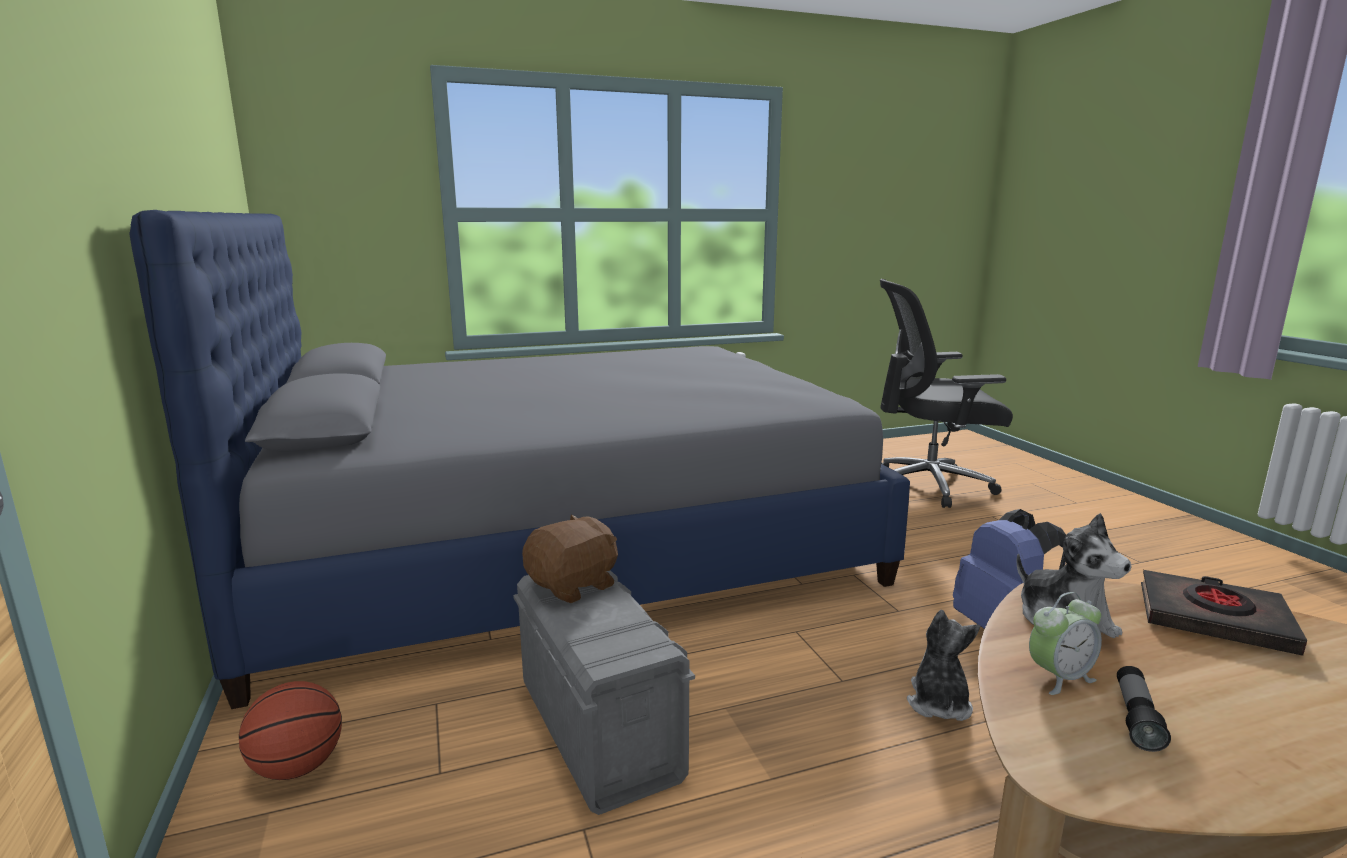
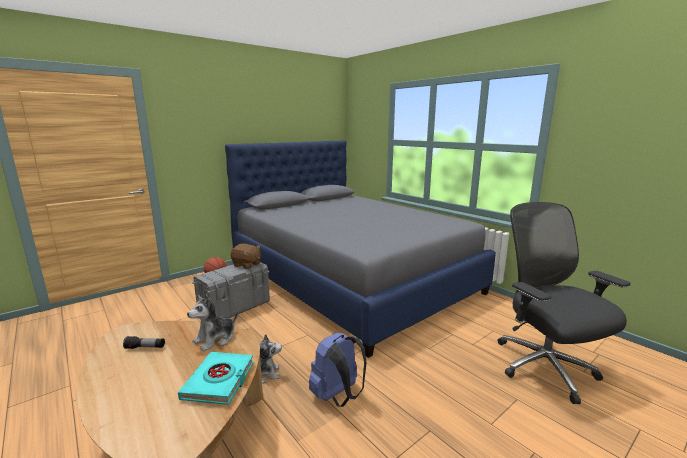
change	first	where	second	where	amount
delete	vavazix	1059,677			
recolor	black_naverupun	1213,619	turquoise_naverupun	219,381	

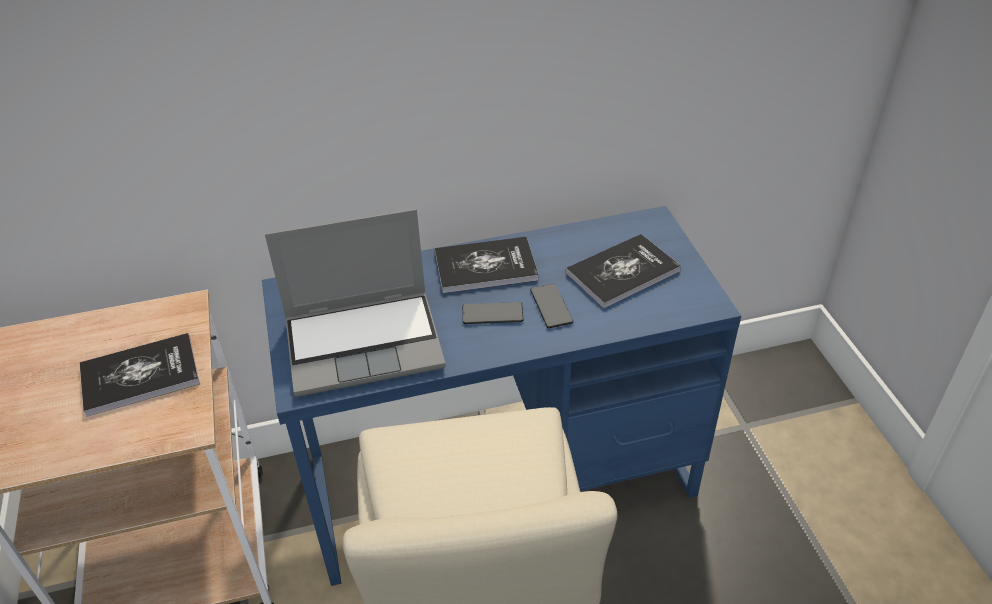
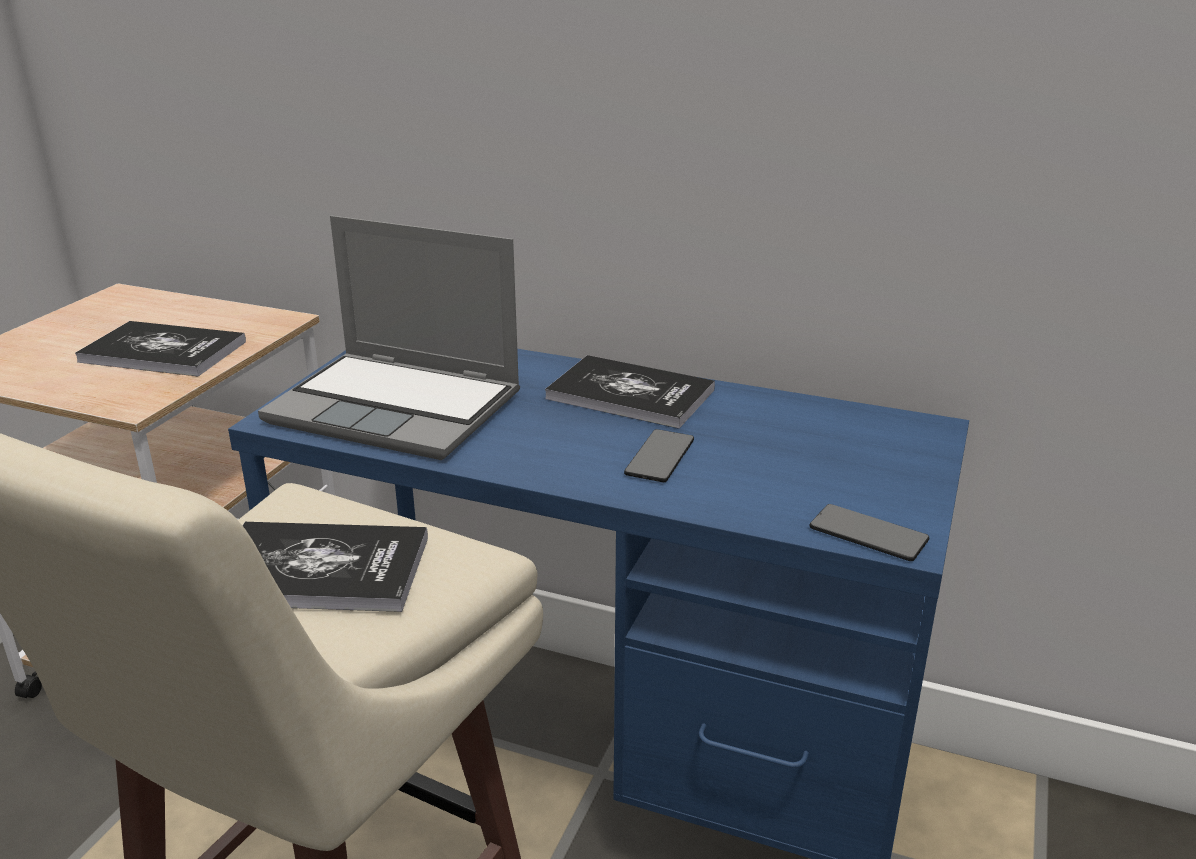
change	first	where	second	where	amount
move	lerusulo	492,314		868,534	
move	naverupun	622,272		320,570	

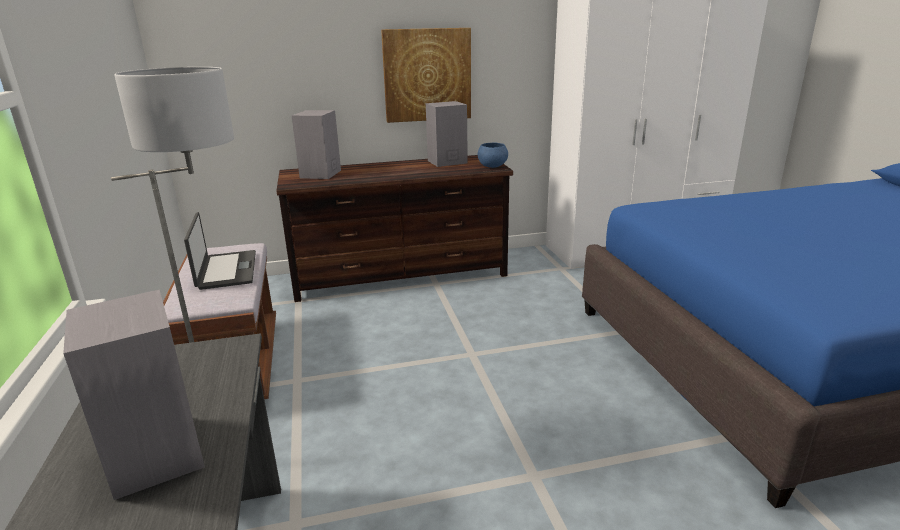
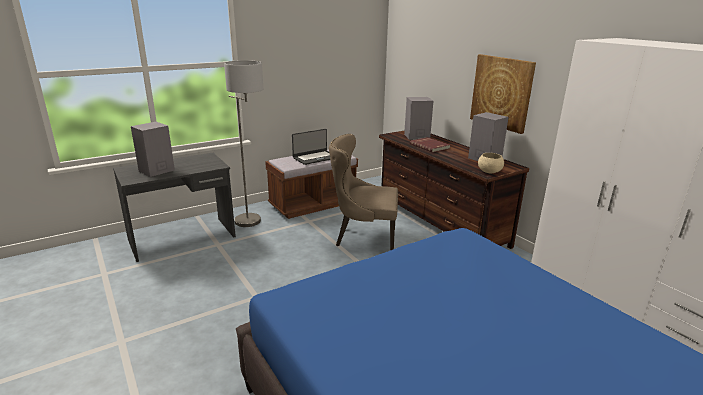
change	first	where	second	where	amount
recolor	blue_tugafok	492,166	beige_tugafok	489,172	
insert			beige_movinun	363,238	
insert			red_naverupun	430,146	

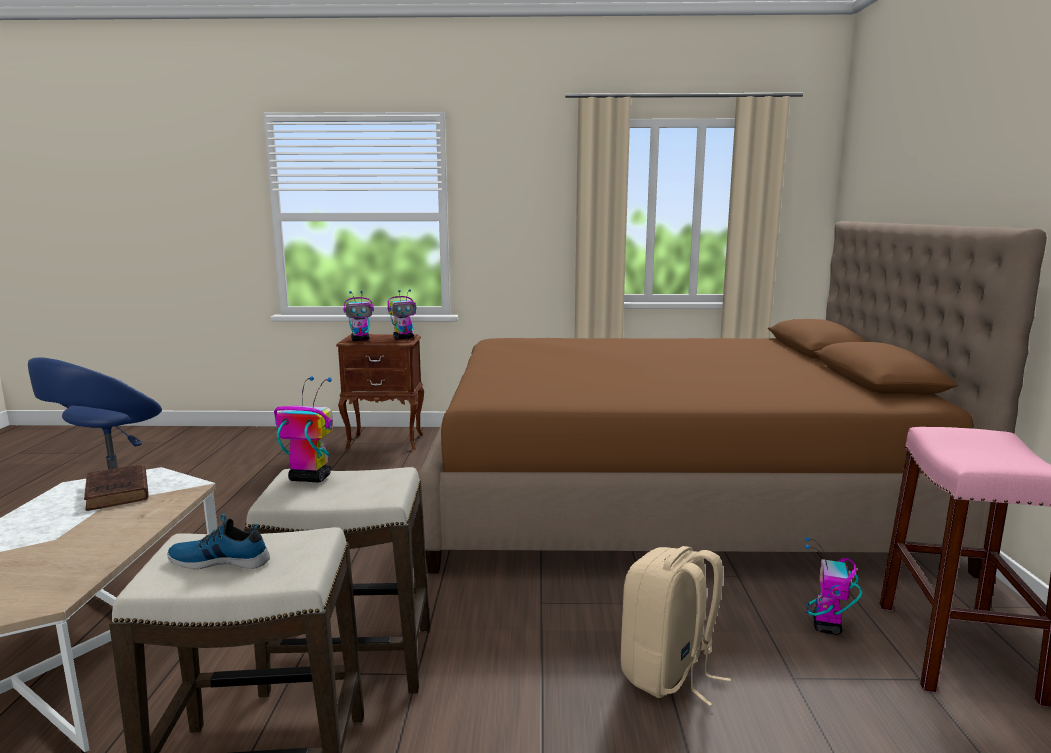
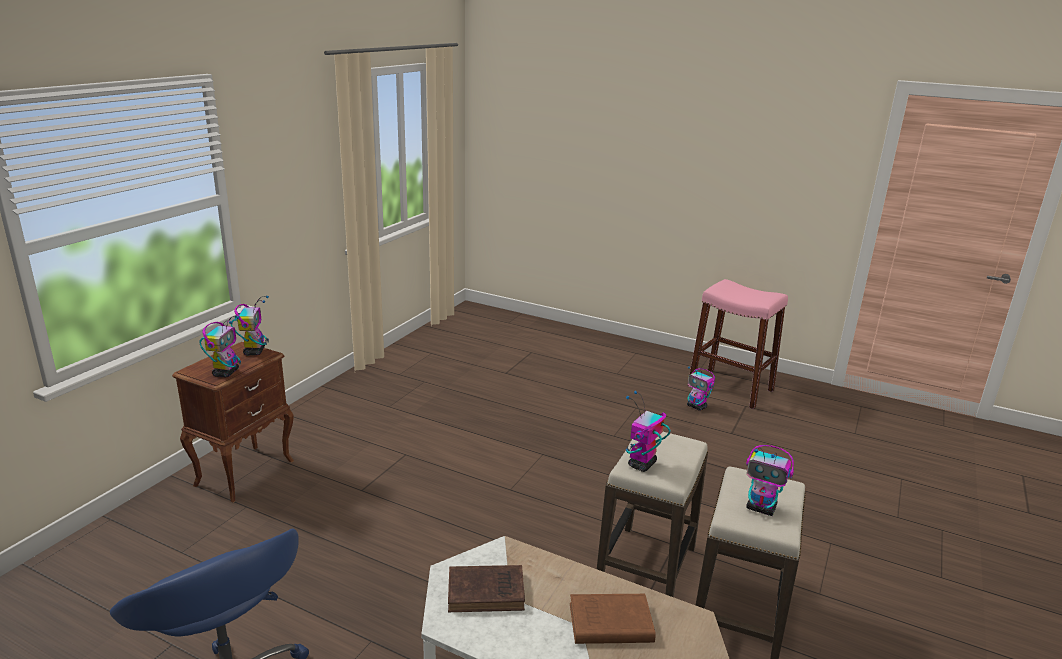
change	first	where	second	where	amount
replace	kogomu	220,560	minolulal	761,508	
delete	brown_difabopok	670,497			
delete	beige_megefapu	668,674			
insert			brown_naverupun	608,623	

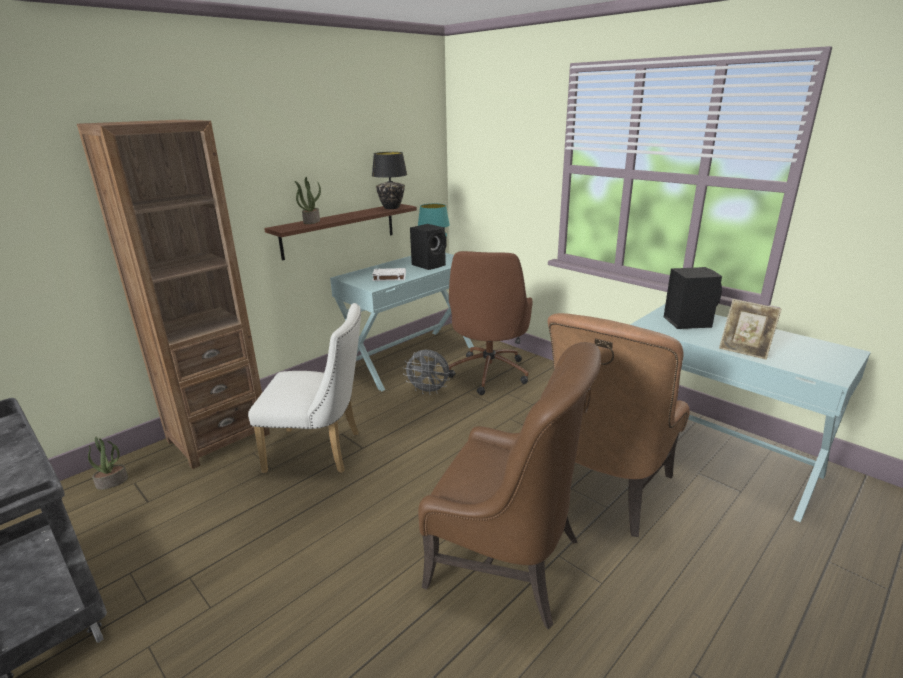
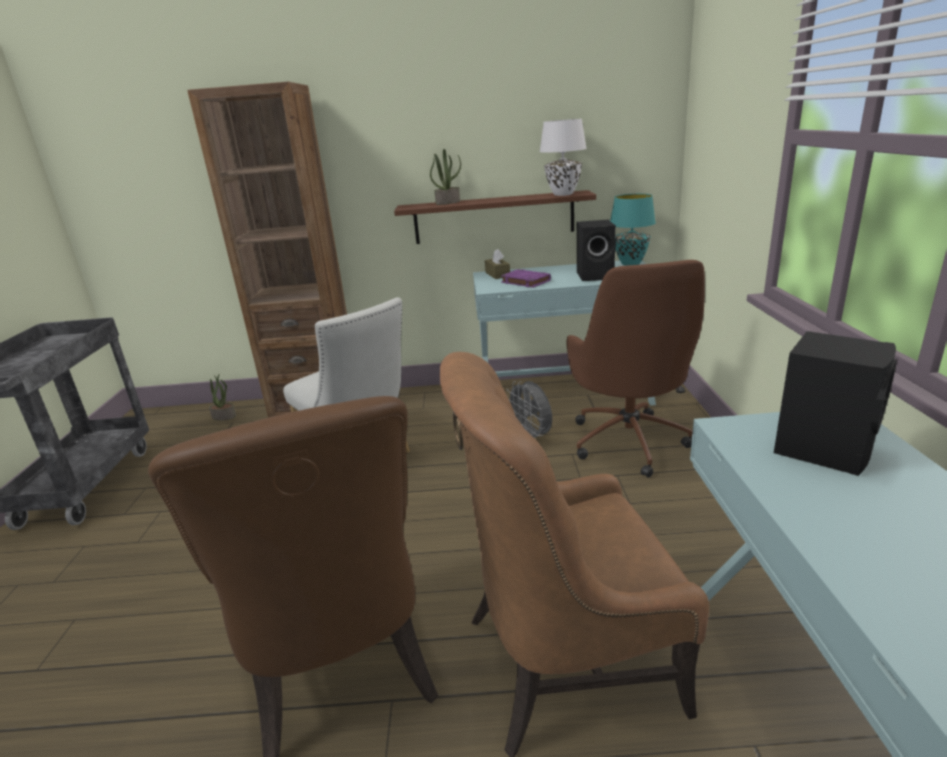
change	first	where	second	where	amount
recolor	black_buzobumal	392,208	white_buzobumal	563,194	
recolor	white_naverupun	389,277	purple_naverupun	525,281	
rotate	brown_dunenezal	489,374		628,442	60 degrees counterclockwise
delete	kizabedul	744,351			
insert			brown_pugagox	497,274	

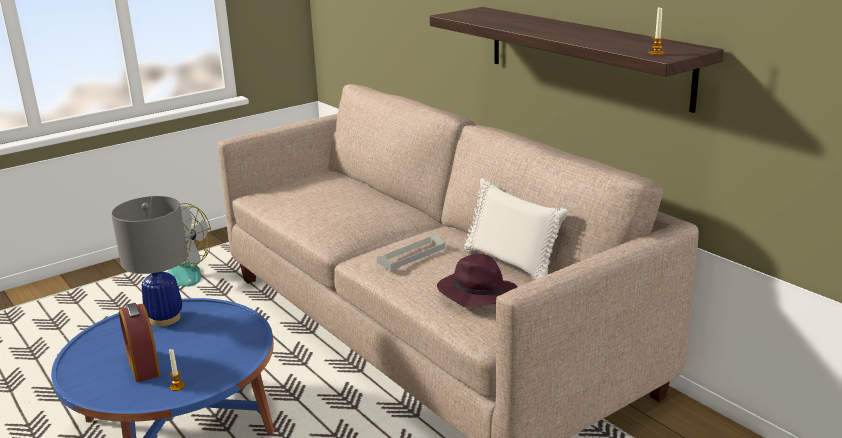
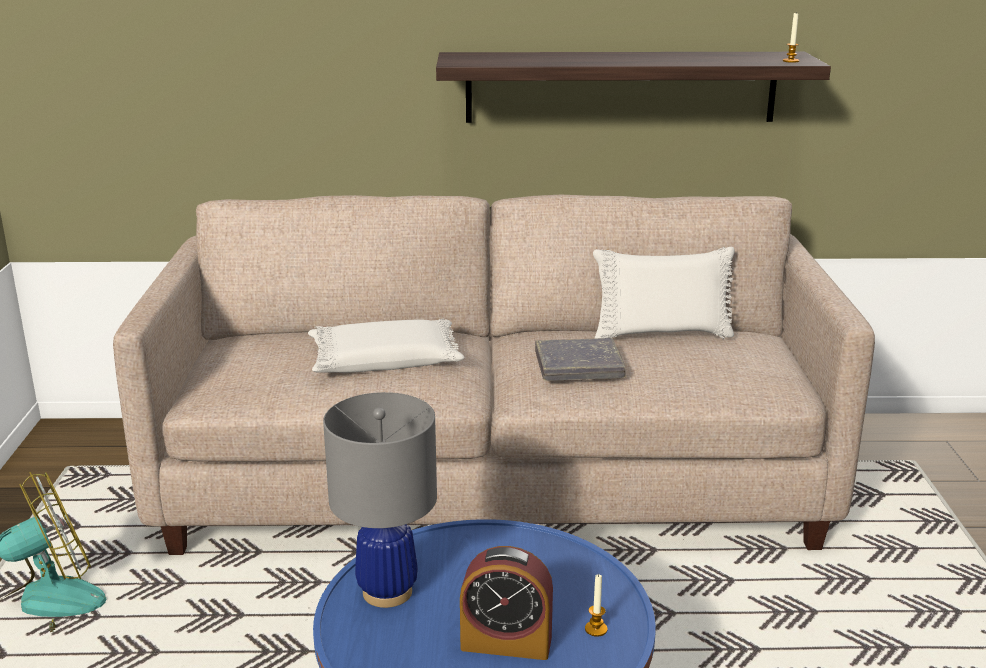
change	first	where	second	where	amount
replace	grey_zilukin	411,255	grey_naverupun	578,366	
delete	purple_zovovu	476,293			
insert			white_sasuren	385,356	

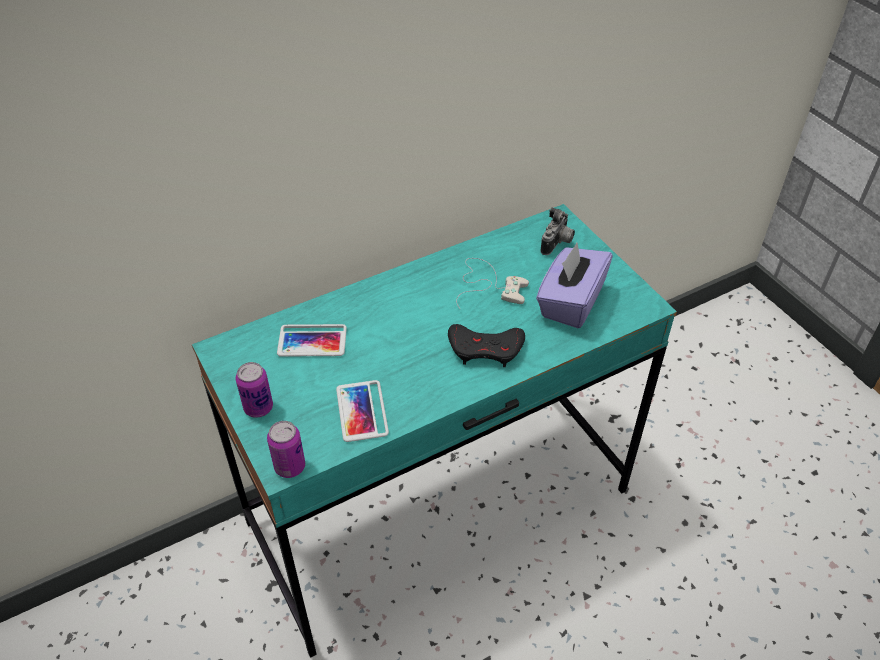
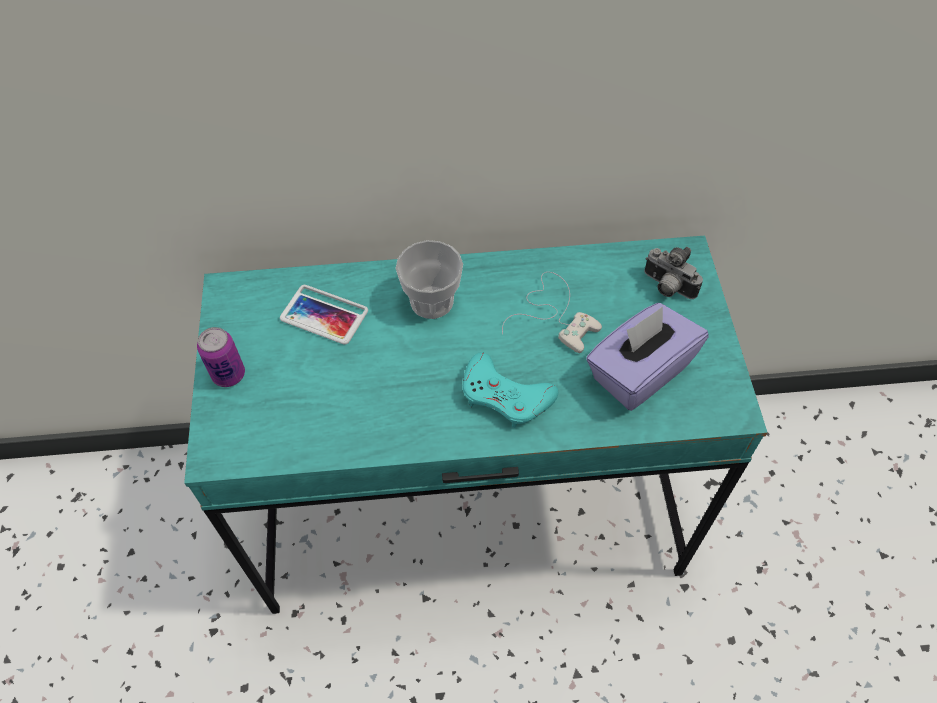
change	first	where	second	where	amount
delete	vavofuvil	290,466			
delete	lerusulo	362,411			
recolor	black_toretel	485,349	turquoise_toretel	505,396	
rotate	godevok	557,244		667,287	75 degrees clockwise
insert			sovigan	432,301	

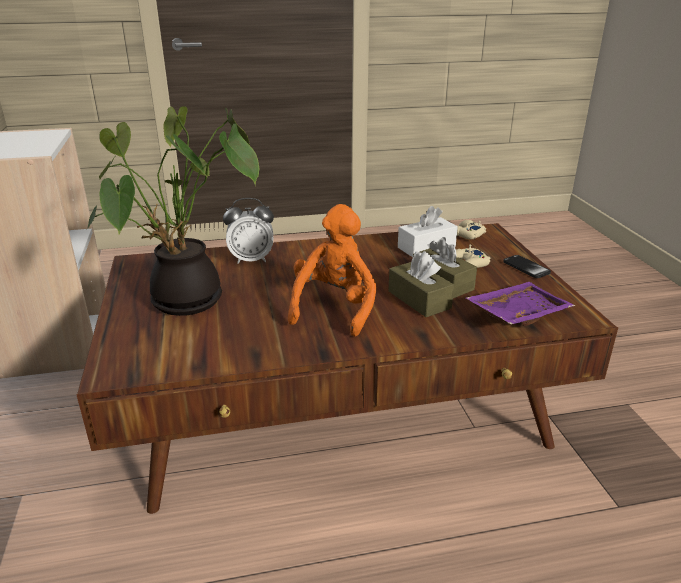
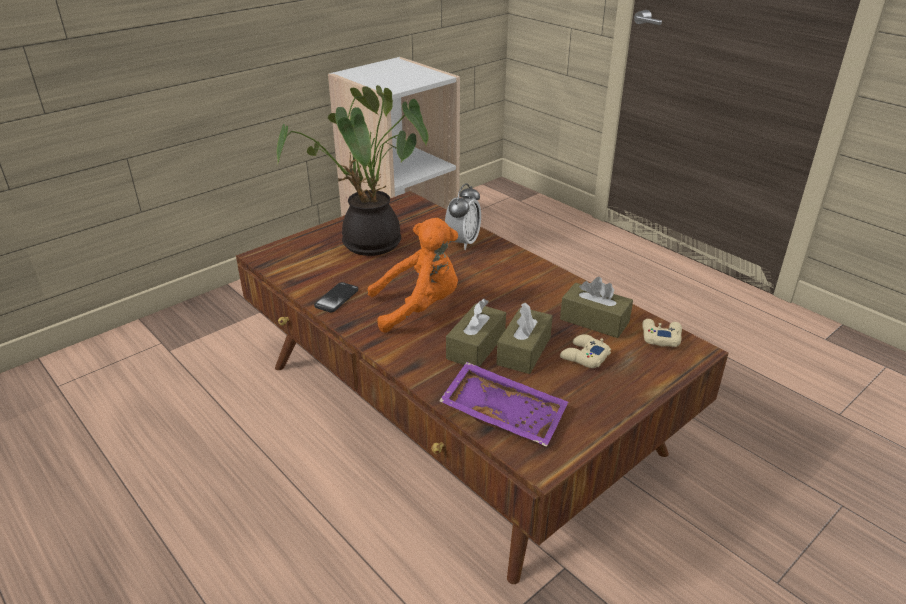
change	first	where	second	where	amount
rotate	vavazix	251,259		463,242	120 degrees counterclockwise
recolor	white_pugagox	426,247	brown_pugagox	594,320	
move	lerusulo	526,267		336,298	

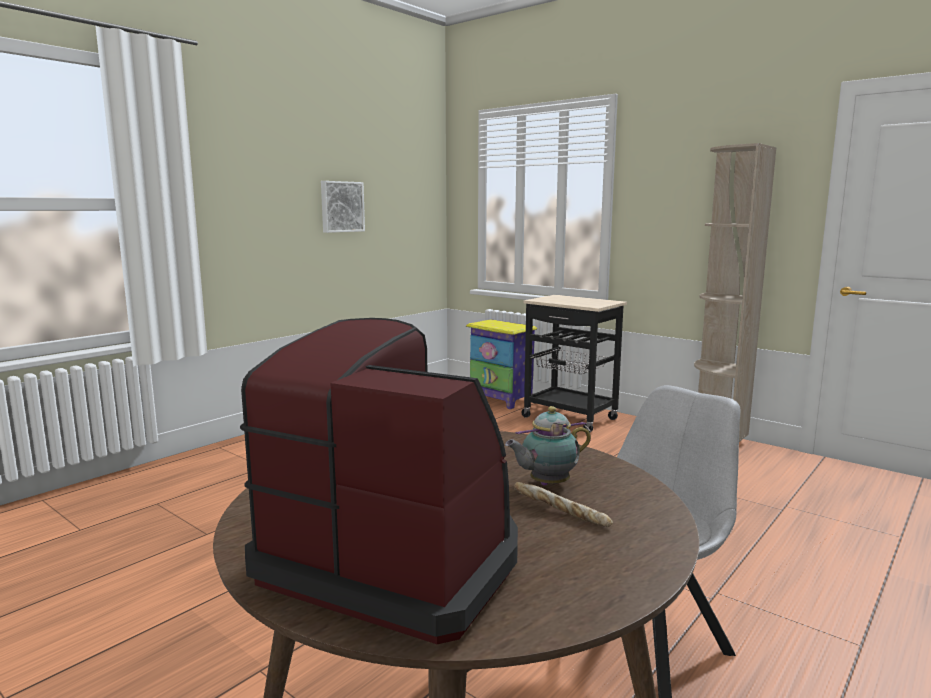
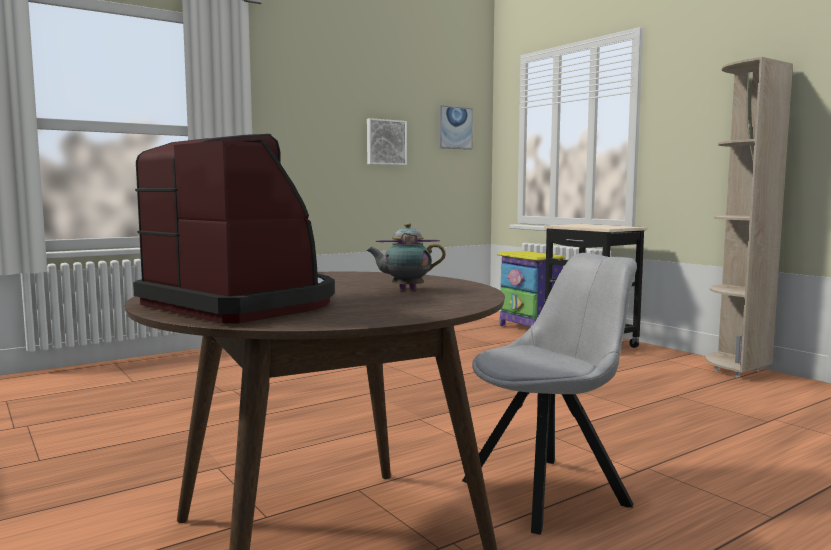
change	first	where	second	where	amount
delete	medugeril	561,515			
insert			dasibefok	454,128	

